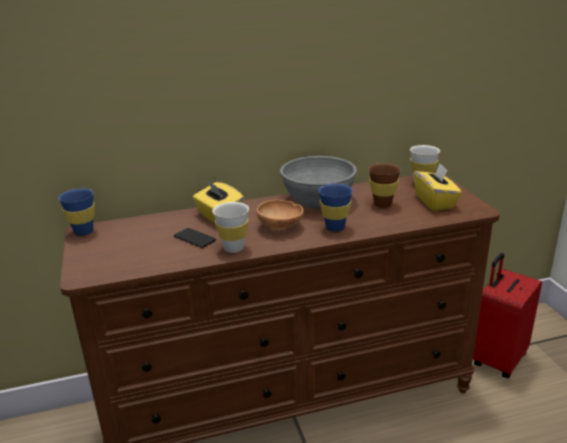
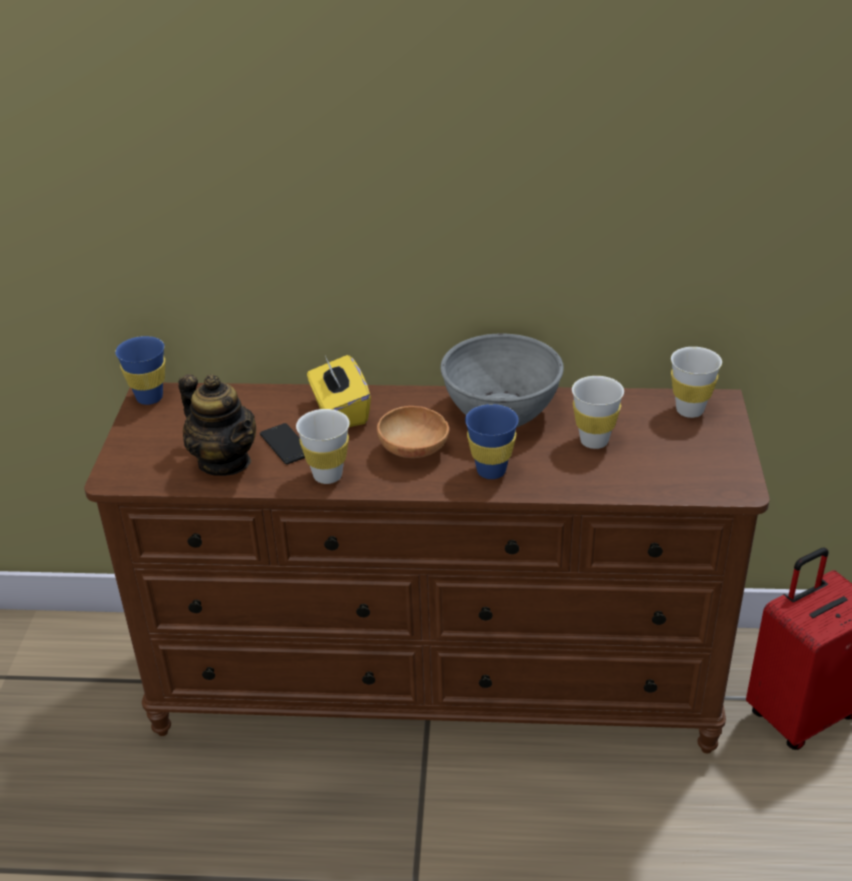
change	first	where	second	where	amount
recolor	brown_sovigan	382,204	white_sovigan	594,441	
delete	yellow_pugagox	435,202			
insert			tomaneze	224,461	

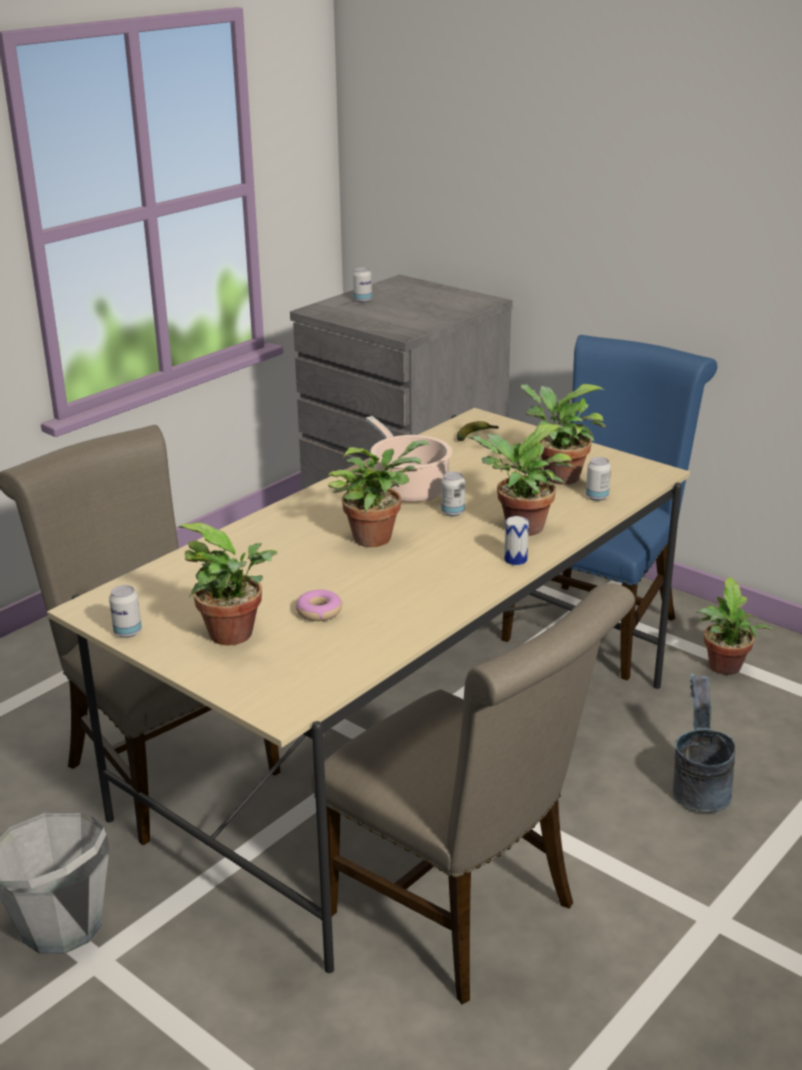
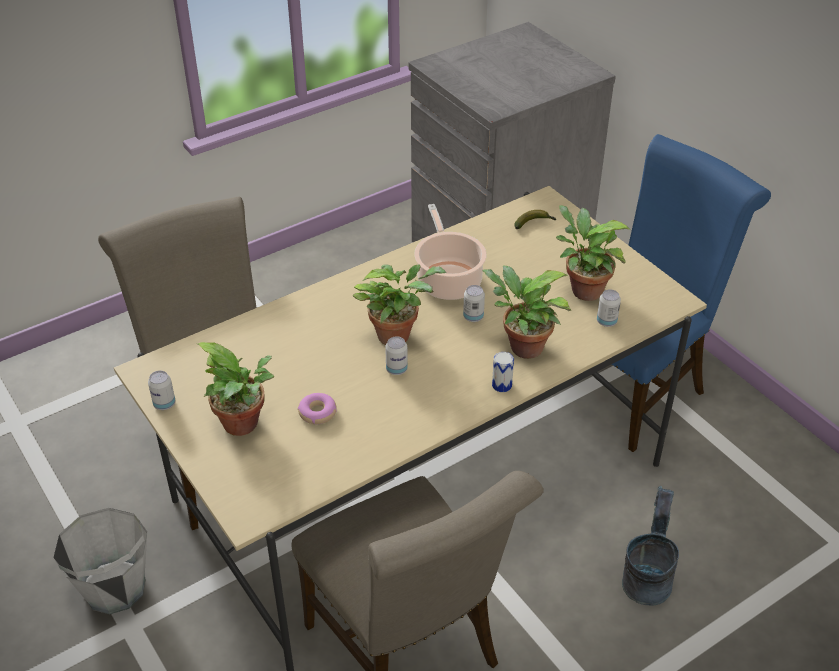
change	first	where	second	where	amount
move	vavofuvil	363,300		396,369	
delete	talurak	725,669			

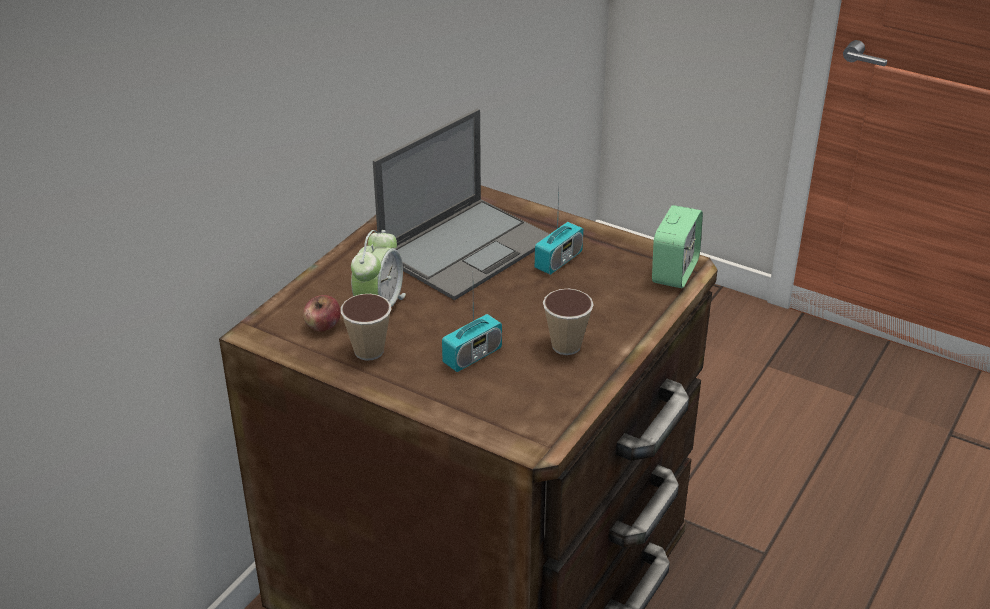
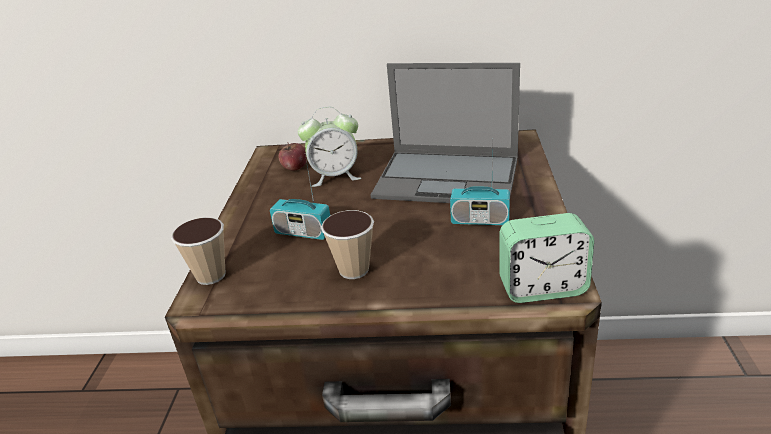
change	first	where	second	where	amount
move	sovigan	369,351		211,275	

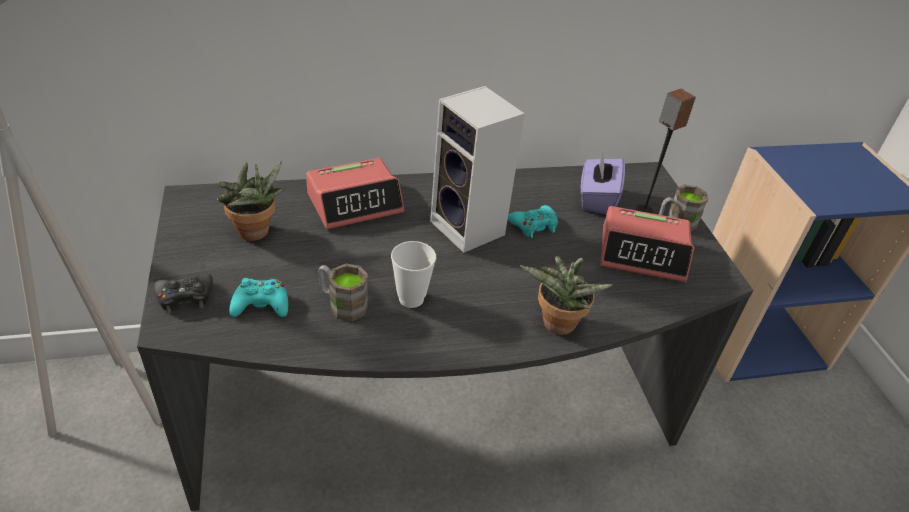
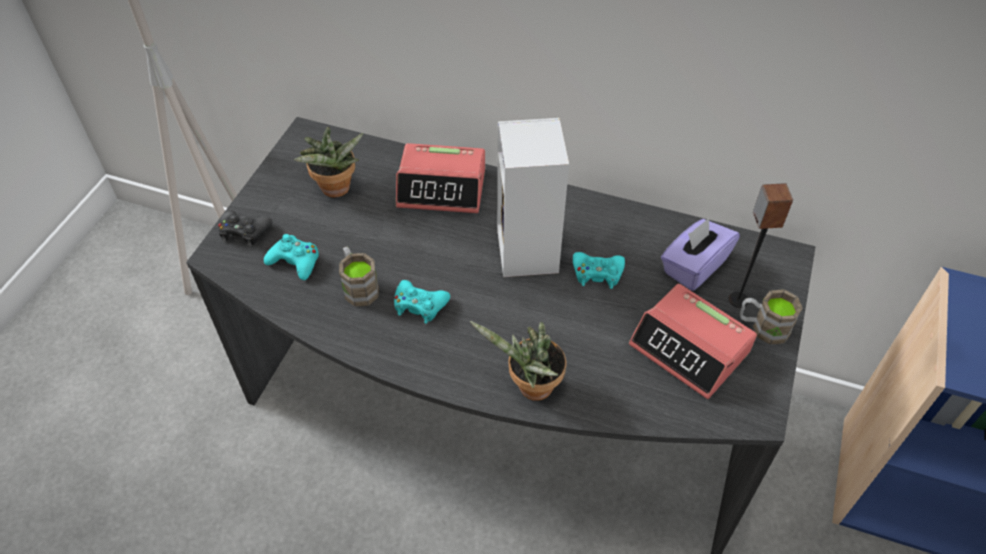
change	first	where	second	where	amount
replace	sovigan	411,298	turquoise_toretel	419,305	

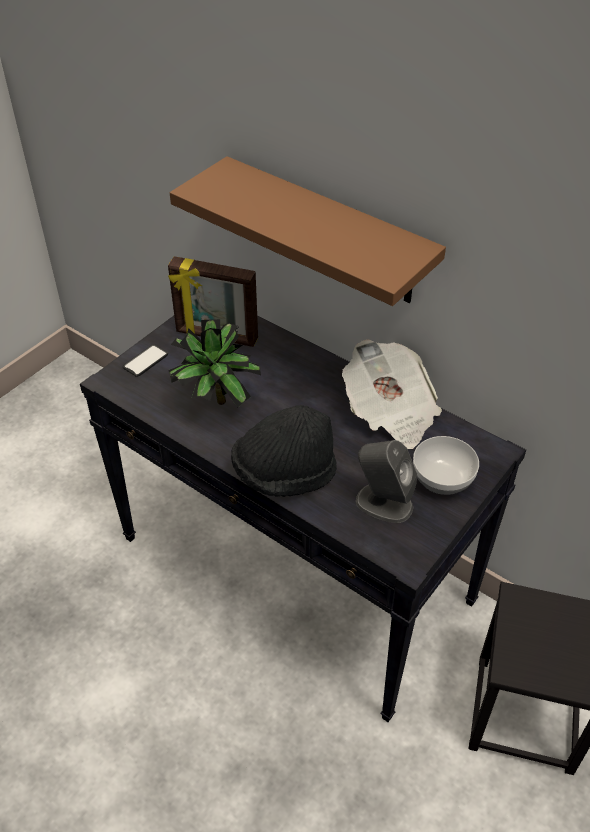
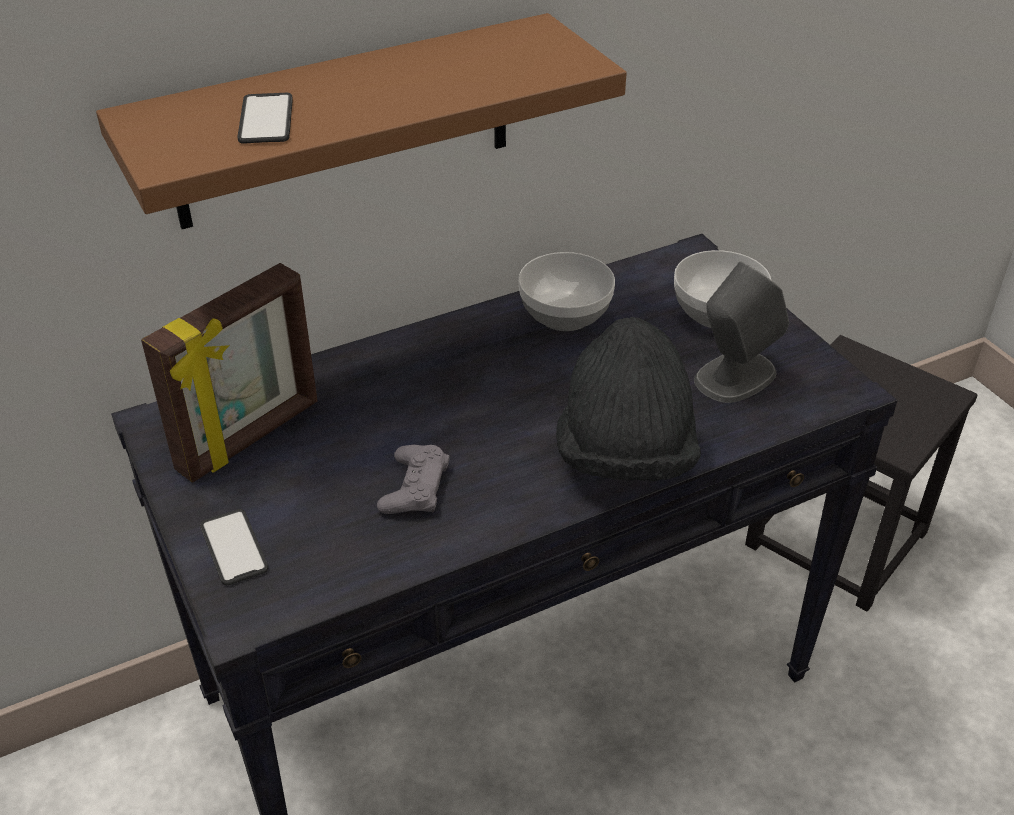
change	first	where	second	where	amount
replace	talurak	214,403	grey_toretel	414,487	
replace	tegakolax	390,412	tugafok	566,314	
insert			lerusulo	266,120	

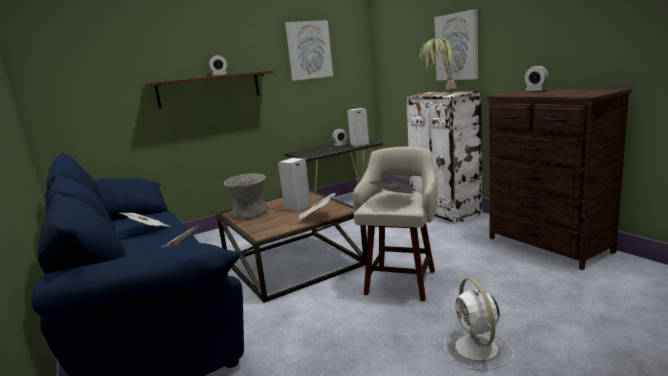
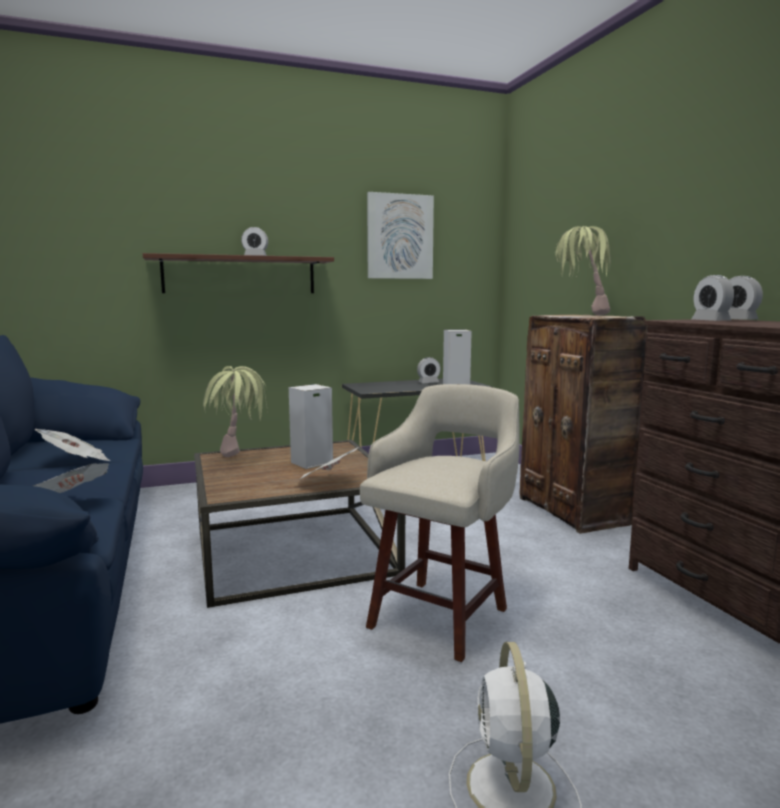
change	first	where	second	where	amount
replace	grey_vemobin	250,213	talurak	239,460	
delete	tegakolax	396,199			
recolor	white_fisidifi	446,212	brown_fisidifi	573,511	
delete	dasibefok	457,47			
insert			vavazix	710,321	

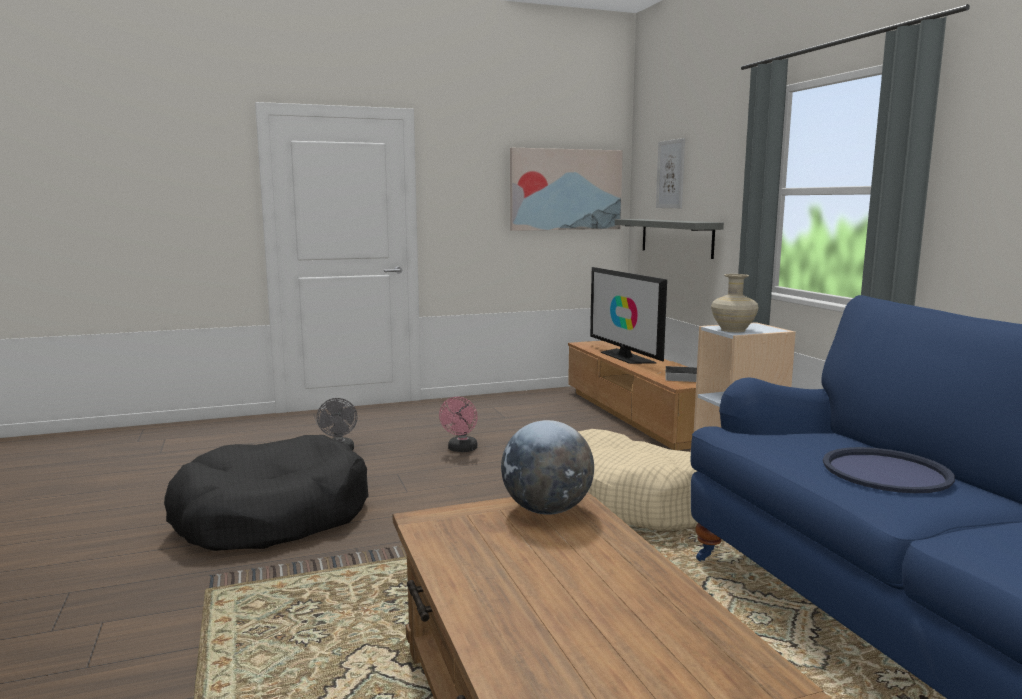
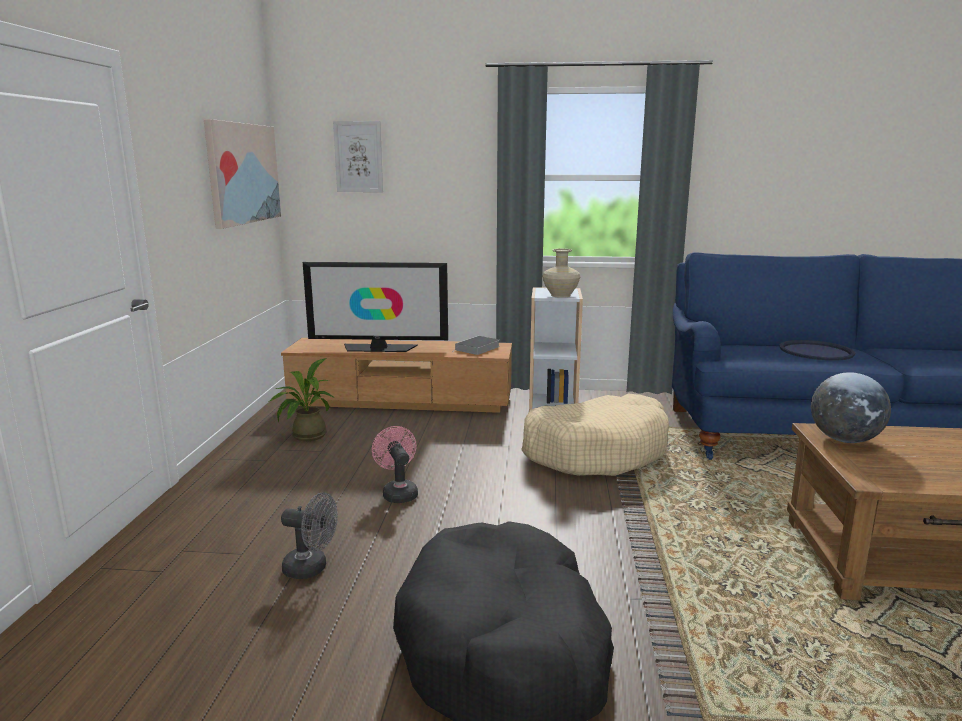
change	first	where	second	where	amount
rotate	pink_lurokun	461,449		398,492	150 degrees counterclockwise
delete	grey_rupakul	676,237			
insert			talurak	305,437	

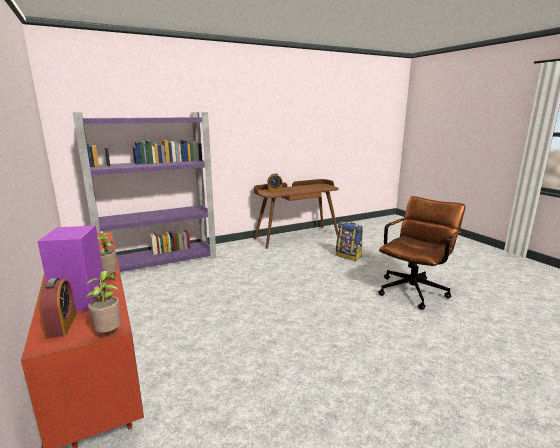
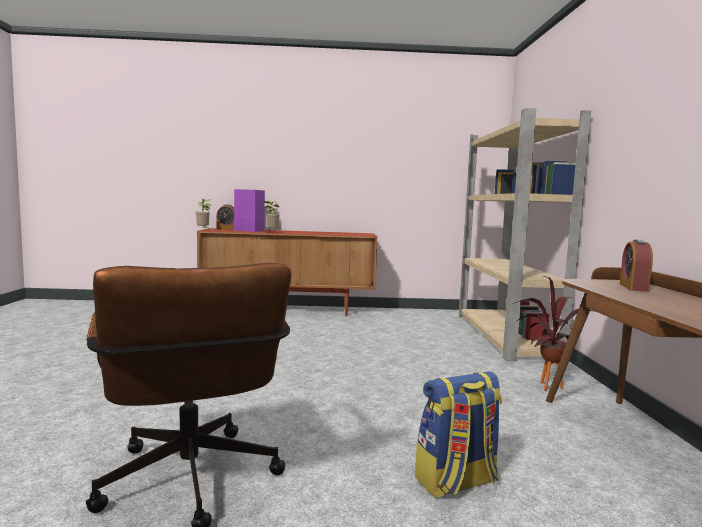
change	first	where	second	where	amount
recolor	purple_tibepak	159,260	beige_tibepak	504,335	
insert			talurak	543,385	

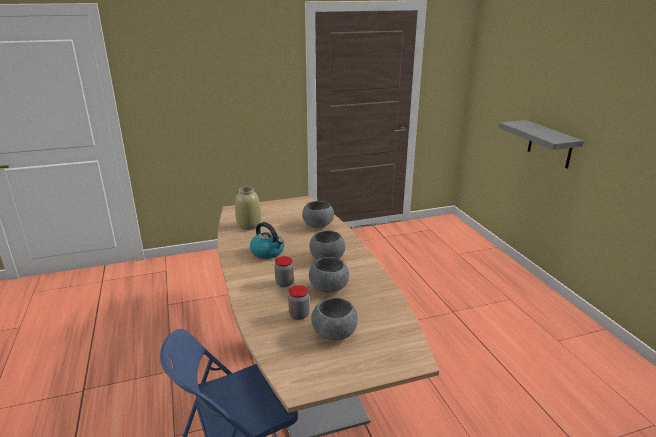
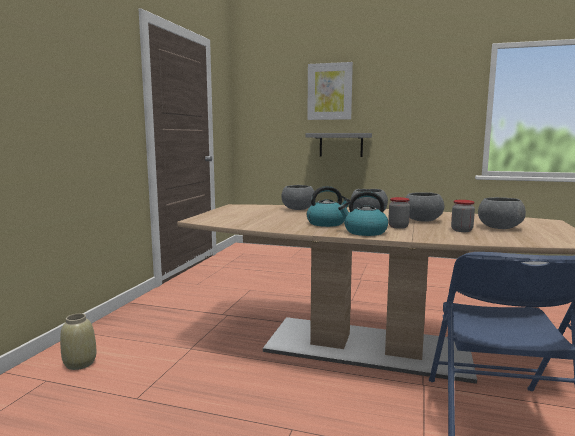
change	first	where	second	where	amount
move	beige_vemobin	248,225		79,364	
insert			dasibefok	329,91	
insert			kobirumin	364,232	

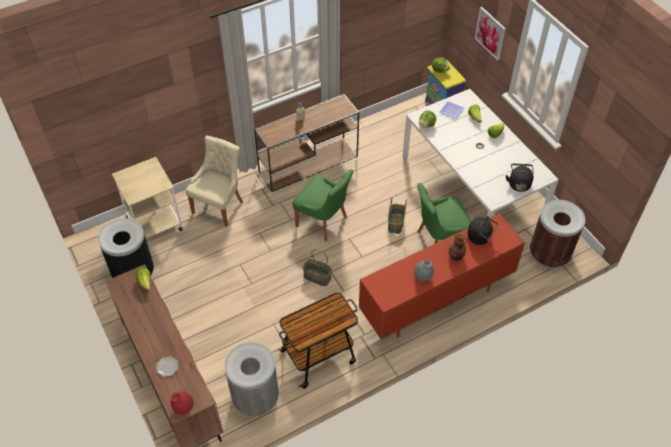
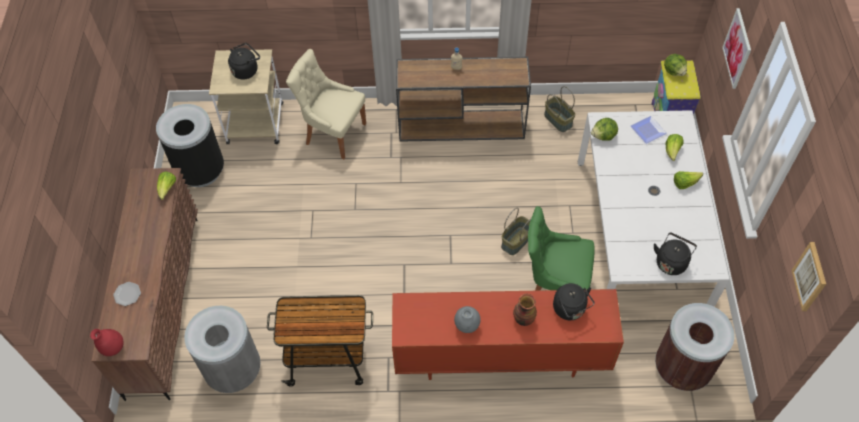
change	first	where	second	where	amount
rotate	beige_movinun	219,206		333,133	120 degrees counterclockwise
delete	green_movinun	323,222			
move	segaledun	317,277		558,120	
insert			black_kobirumin	246,70	
insert			dasibefok	810,277	

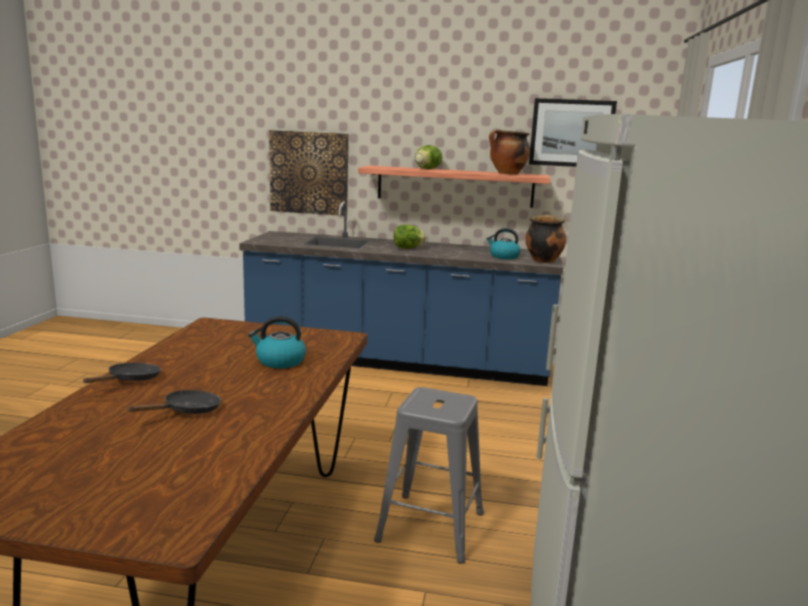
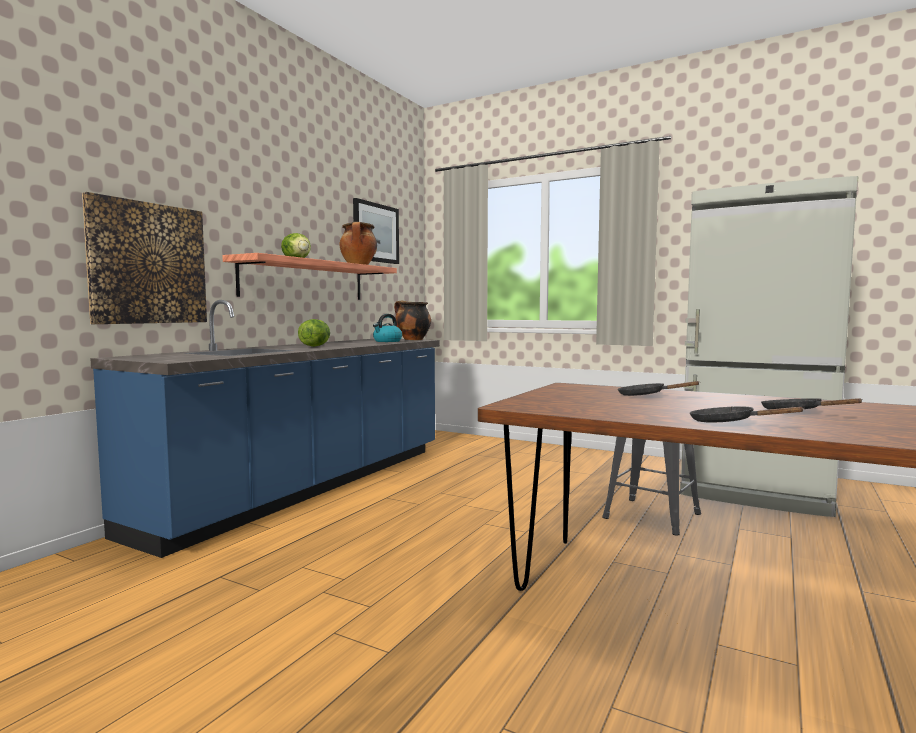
change	first	where	second	where	amount
replace	kobirumin	279,361	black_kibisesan	646,396	

